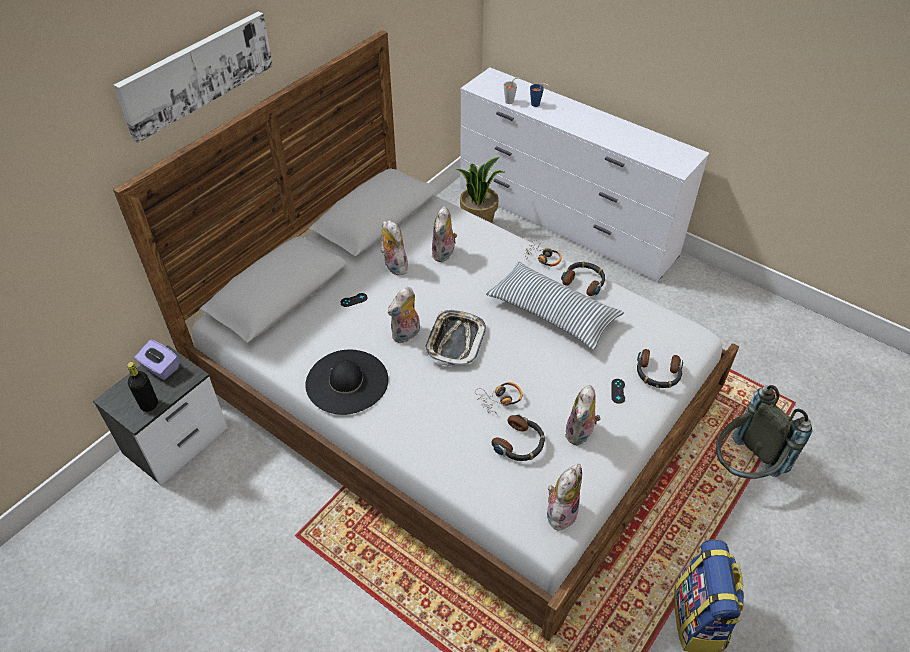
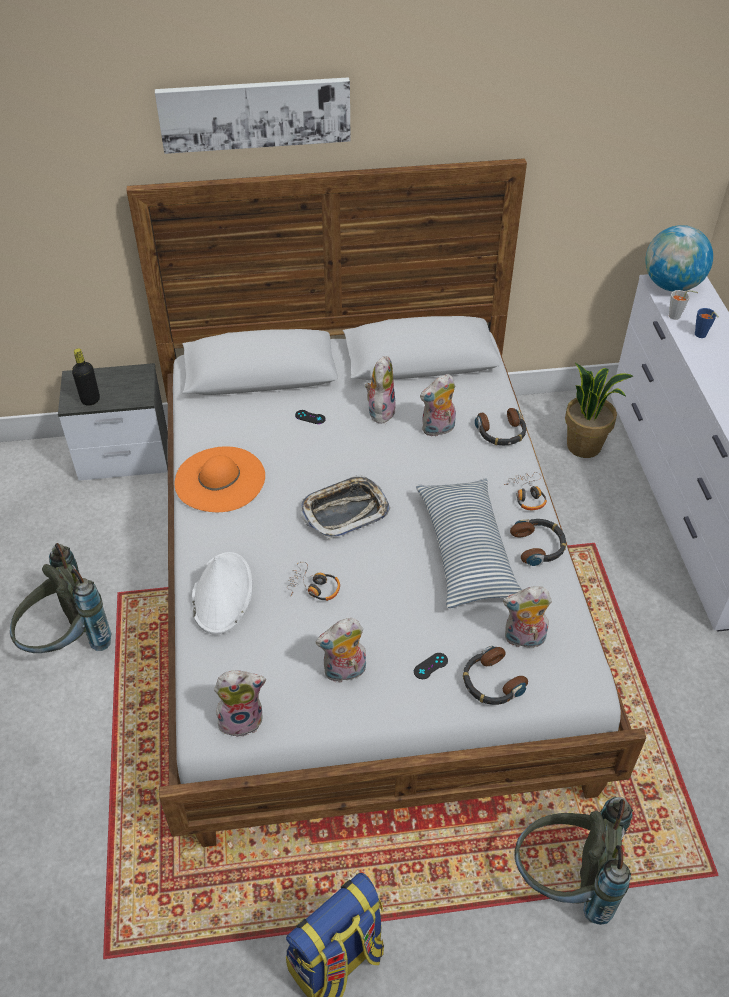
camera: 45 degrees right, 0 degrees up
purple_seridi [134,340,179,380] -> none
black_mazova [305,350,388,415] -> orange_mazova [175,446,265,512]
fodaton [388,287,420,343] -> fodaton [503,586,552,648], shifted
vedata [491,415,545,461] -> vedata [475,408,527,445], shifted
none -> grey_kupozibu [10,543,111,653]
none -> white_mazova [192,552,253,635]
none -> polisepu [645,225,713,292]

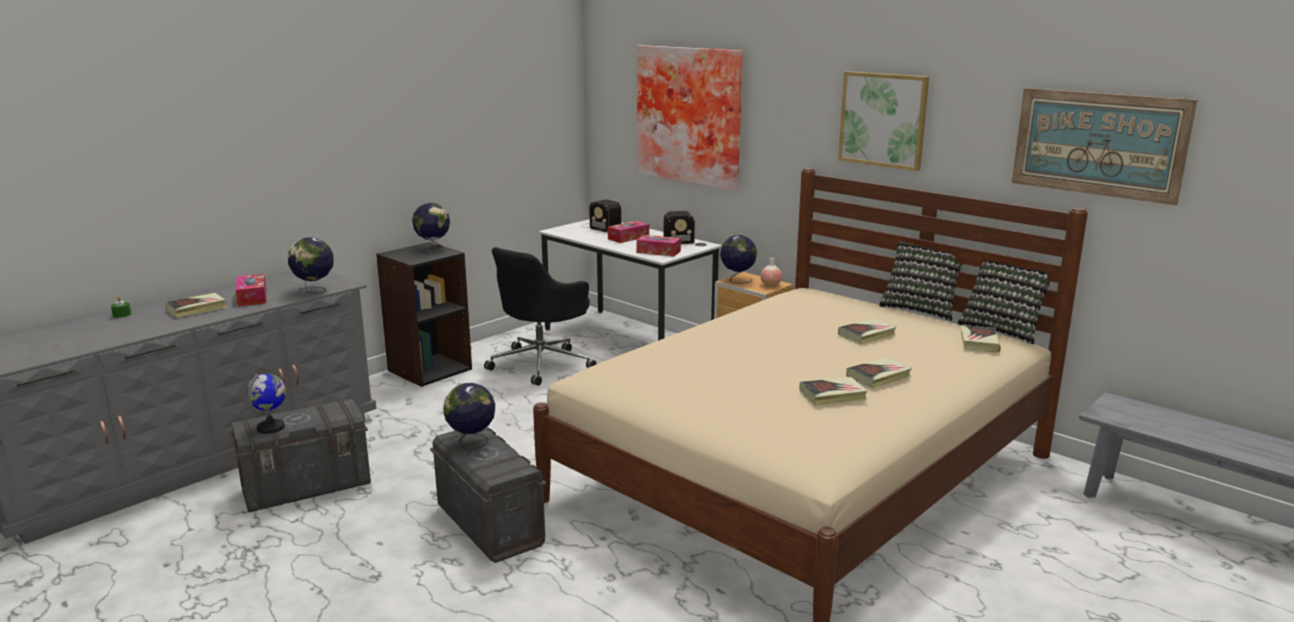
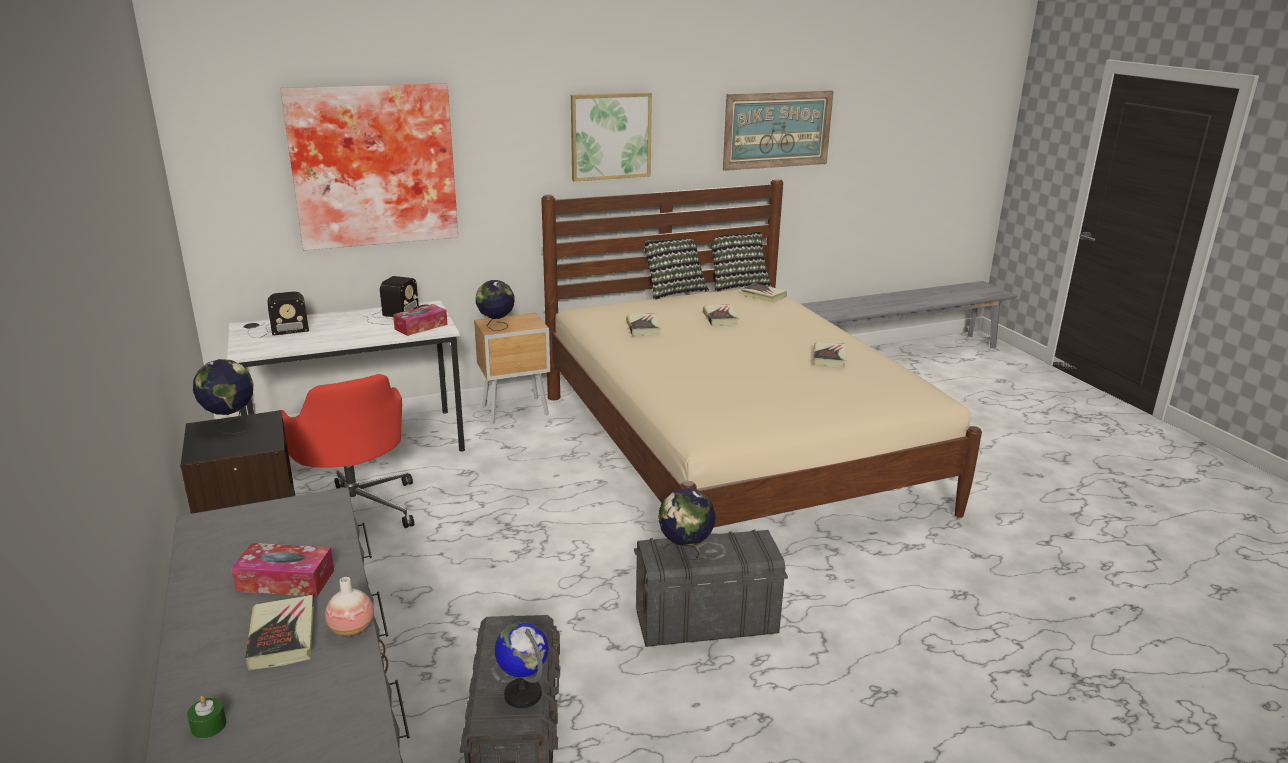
camera: 65 degrees left, 5 degrees up
polisepu [288,237,334,294] -> none
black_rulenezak [484,247,597,386] -> red_rulenezak [277,374,414,528]
seridi [608,221,649,243] -> none
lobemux [760,258,782,287] -> lobemux [325,577,374,636], shifted
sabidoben [846,358,912,388] -> sabidoben [626,313,661,336], shifted

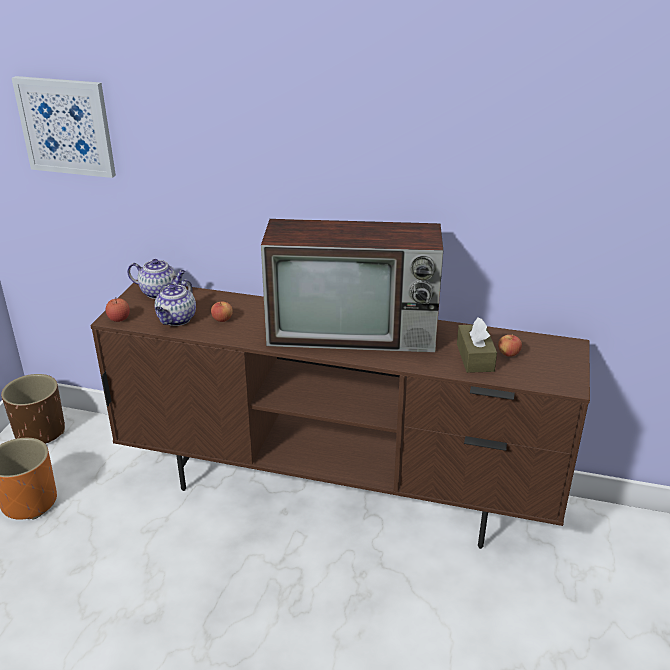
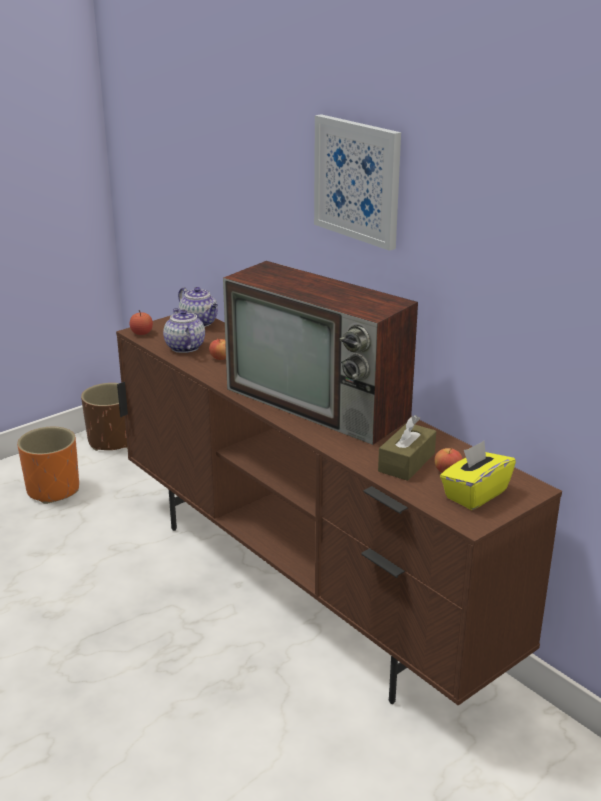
camera: 35 degrees right, 5 degrees down
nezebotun [12,76,116,178] -> nezebotun [314,114,401,251], shifted
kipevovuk [154,279,196,326] -> kipevovuk [163,308,205,353], 105 degrees clockwise
none -> yellow_seridi [440,441,516,510]

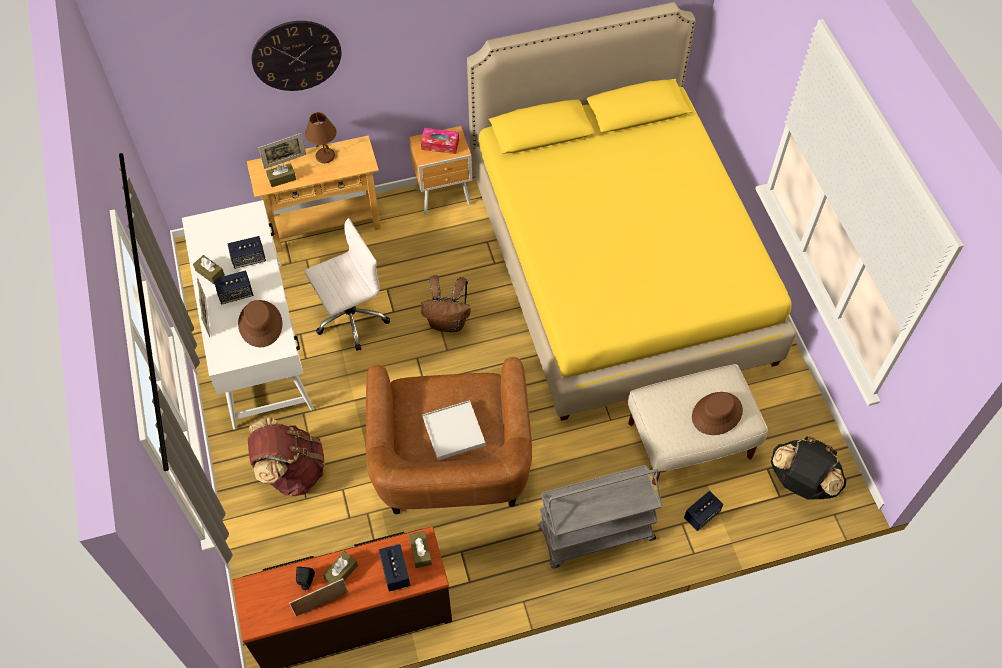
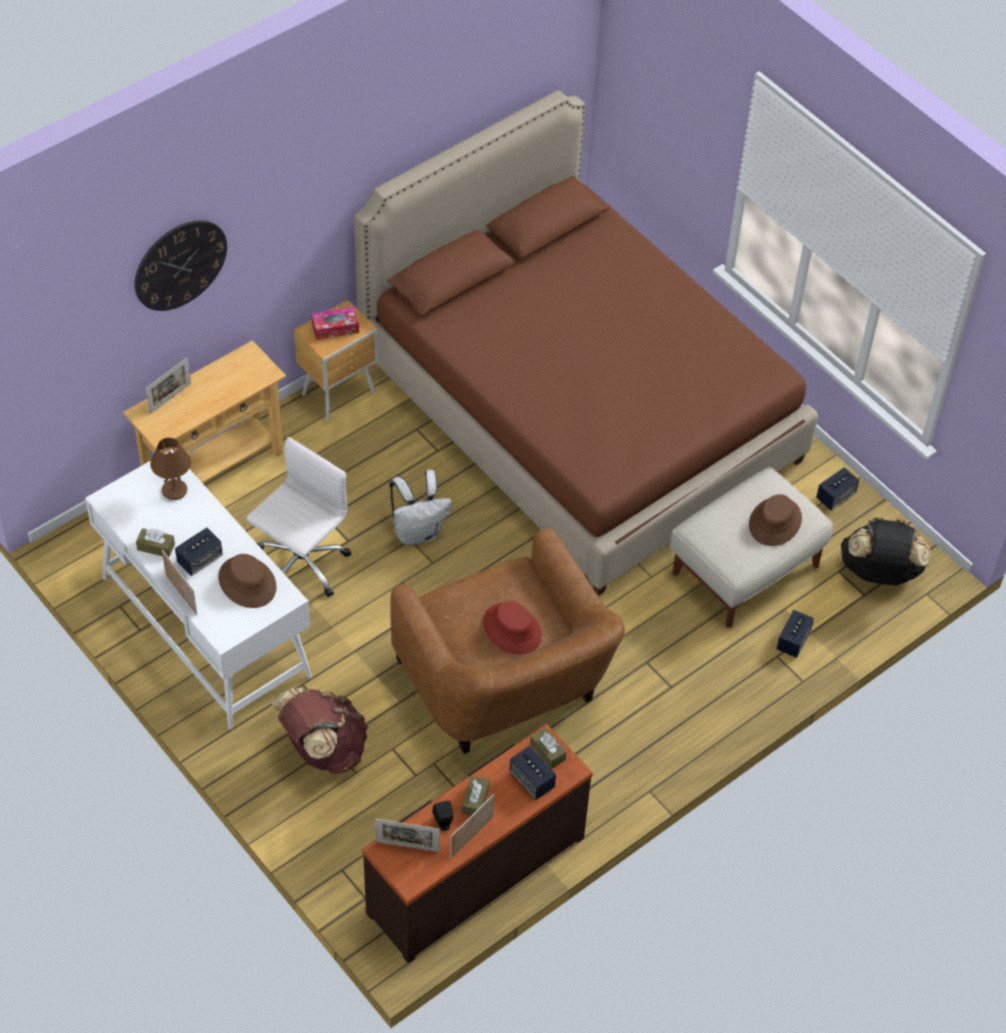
camera: 25 degrees left, 5 degrees down
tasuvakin [228,236,266,269] -> tasuvakin [816,467,859,510], shifted
brown_seridi [266,163,296,187] -> none
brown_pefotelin [305,112,336,163] -> brown_pefotelin [150,438,191,500], shifted
brown_kupozibu [421,275,471,332] -> white_kupozibu [389,470,452,545]
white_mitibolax [423,400,486,460] -> red_mazova [483,601,542,655]
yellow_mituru [467,2,796,421] -> brown_mituru [354,90,818,596]
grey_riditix [538,465,662,568] -> none
none -> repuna [375,819,439,852]

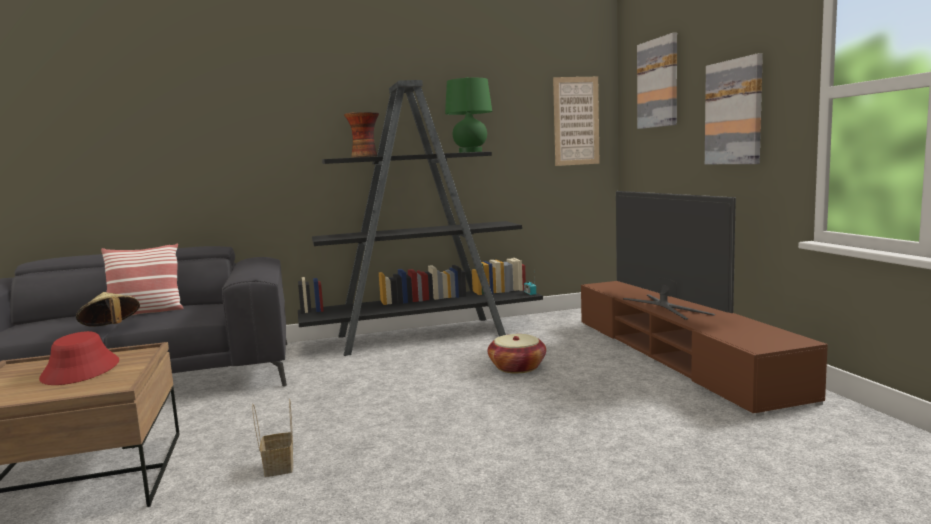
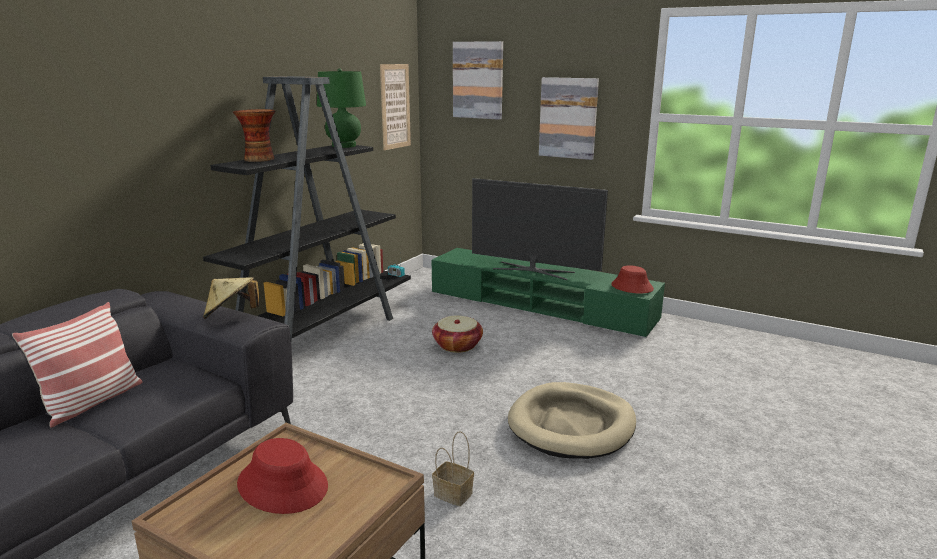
camera: 45 degrees left, 10 degrees up
beige_mazova [76,292,140,327] -> beige_mazova [203,277,259,319], shifted
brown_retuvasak [581,281,828,416] -> green_retuvasak [432,248,665,338]
none -> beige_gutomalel [508,382,636,459]
none -> red_mazova [611,265,654,293]

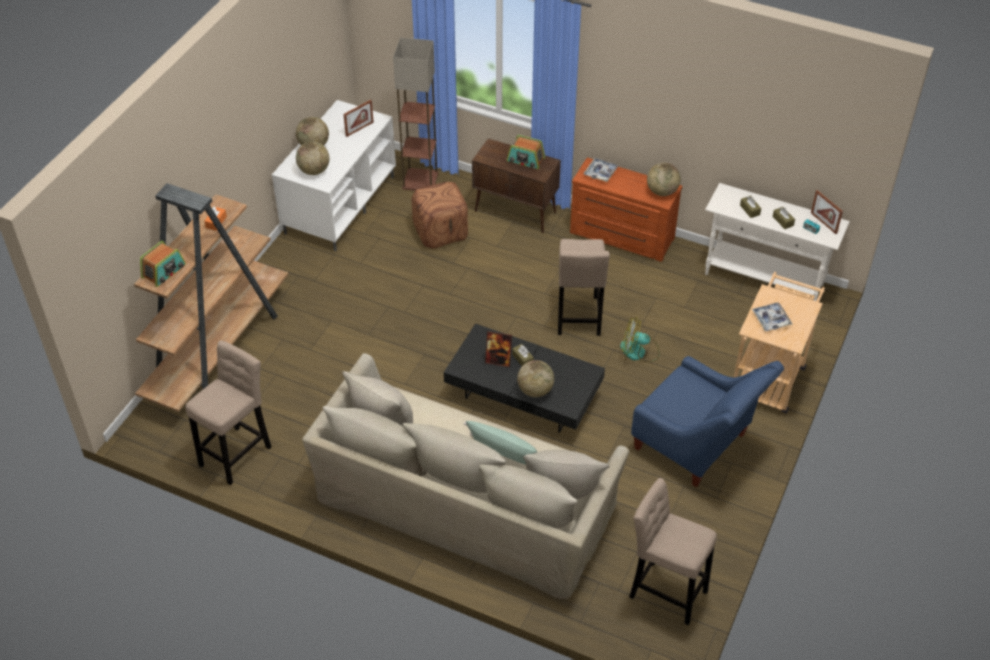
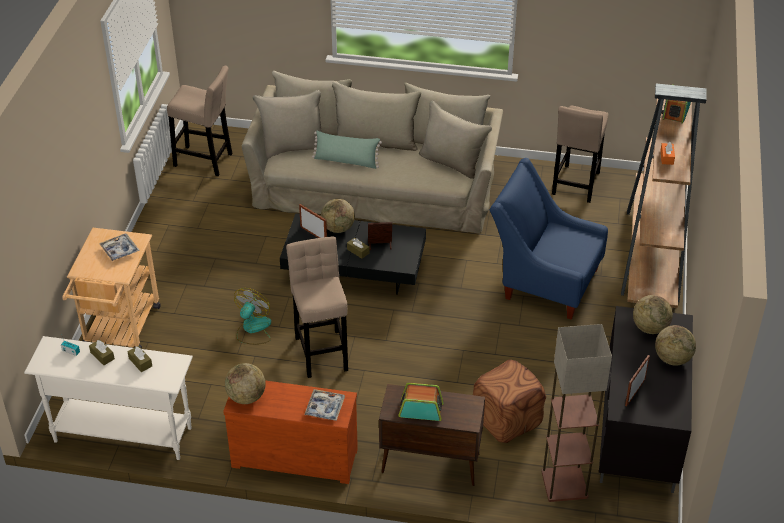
camera: 165 degrees right, 5 degrees down
white_retuvasak [272,100,396,251] -> black_retuvasak [599,306,693,493]
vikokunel [620,317,659,362] -> vikokunel [234,288,271,345], 60 degrees counterclockwise
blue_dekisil [631,356,784,487] -> blue_dekisil [489,158,608,320], shifted
repuna [811,190,843,234] -> repuna [299,204,327,238], shifted

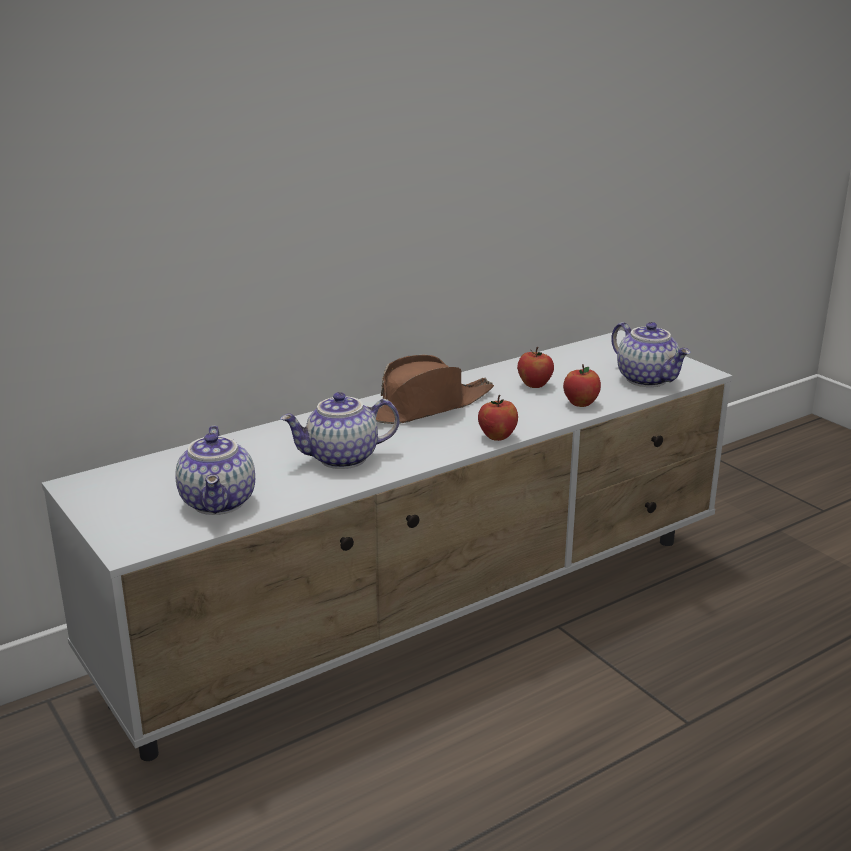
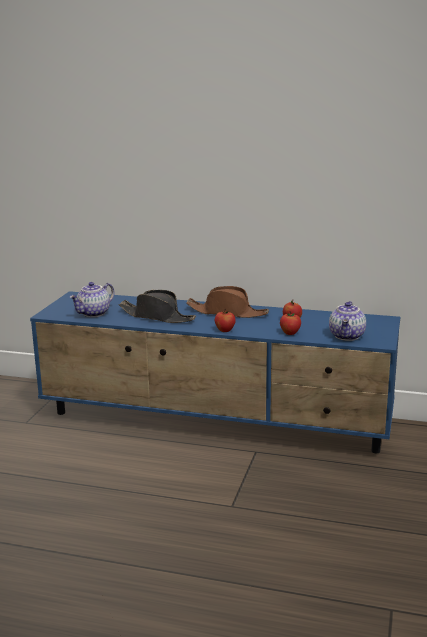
camera: 50 degrees right, 5 degrees down
white_retuvasak [42,330,733,761] -> blue_retuvasak [30,291,400,453]
kipevovuk [280,392,399,469] -> black_mazova [119,290,196,323]

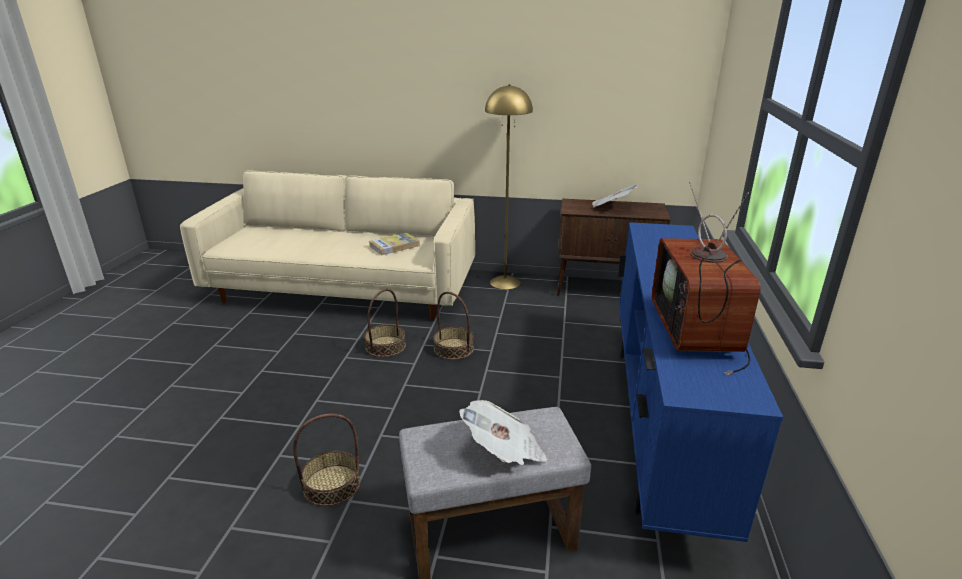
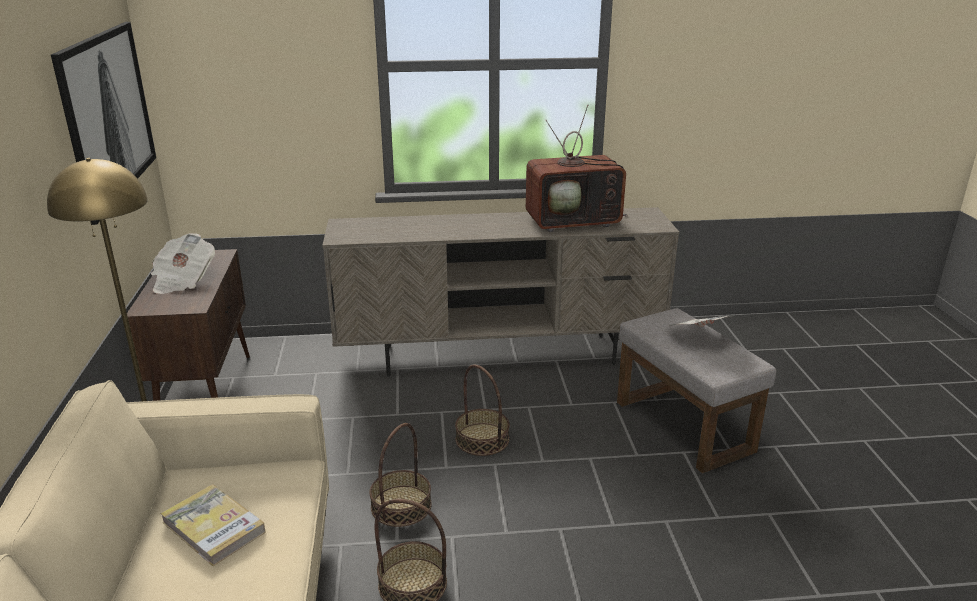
camera: 105 degrees left, 0 degrees up
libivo [293,413,360,506] -> libivo [455,365,510,456], shifted
blue_retuvasak [618,222,783,542] -> beige_retuvasak [322,207,679,377]
none -> nezebotun [51,22,156,225]

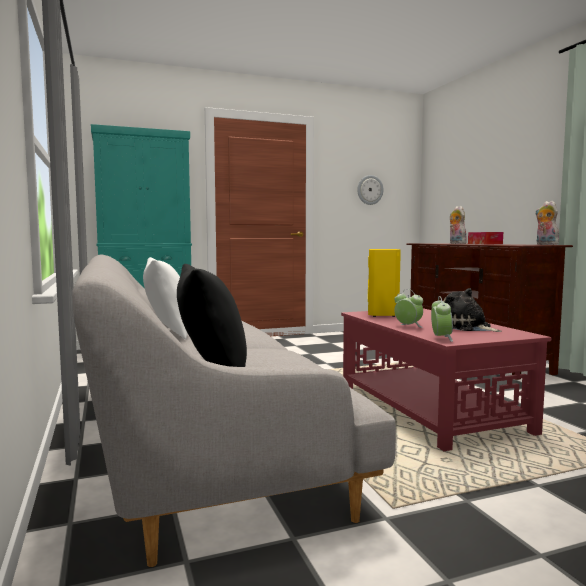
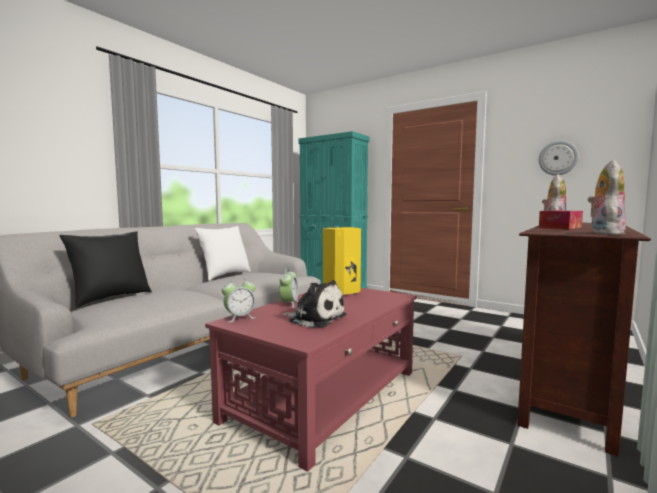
camera: 55 degrees right, 0 degrees up
fodaton [443,288,502,332] -> fodaton [281,280,346,327], 105 degrees clockwise

